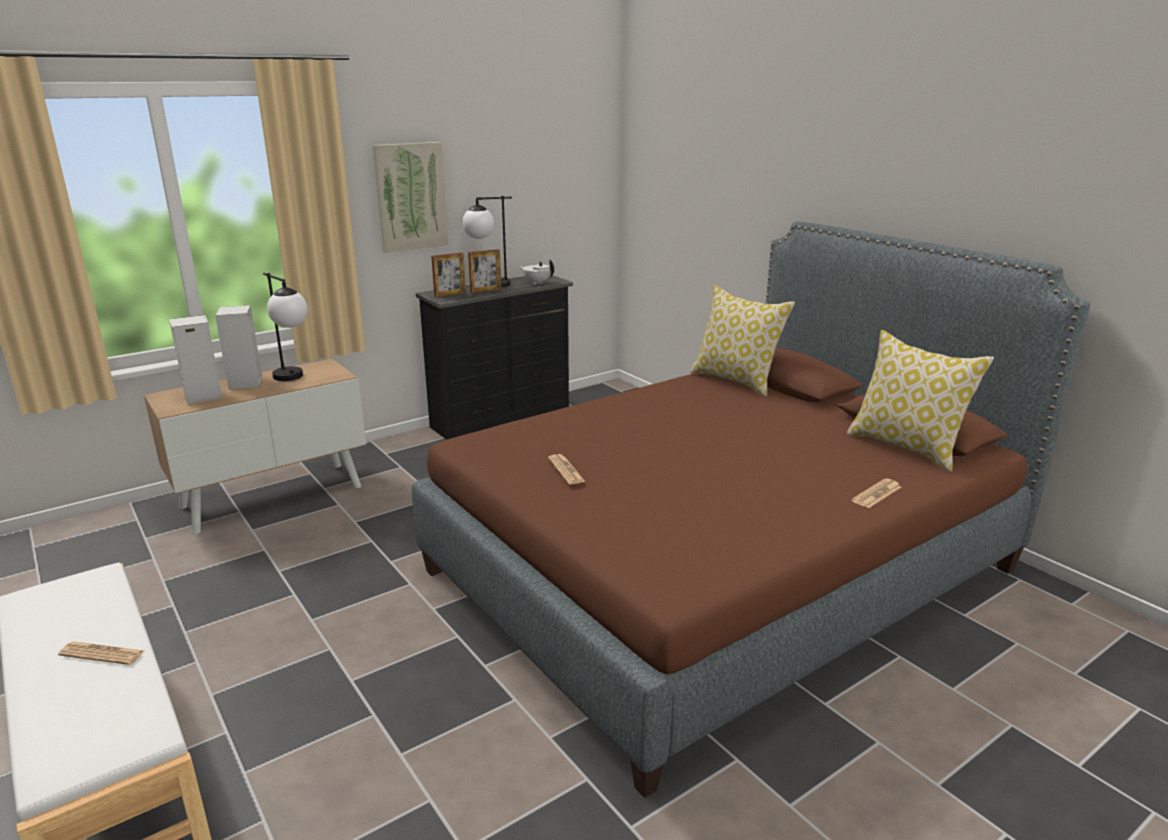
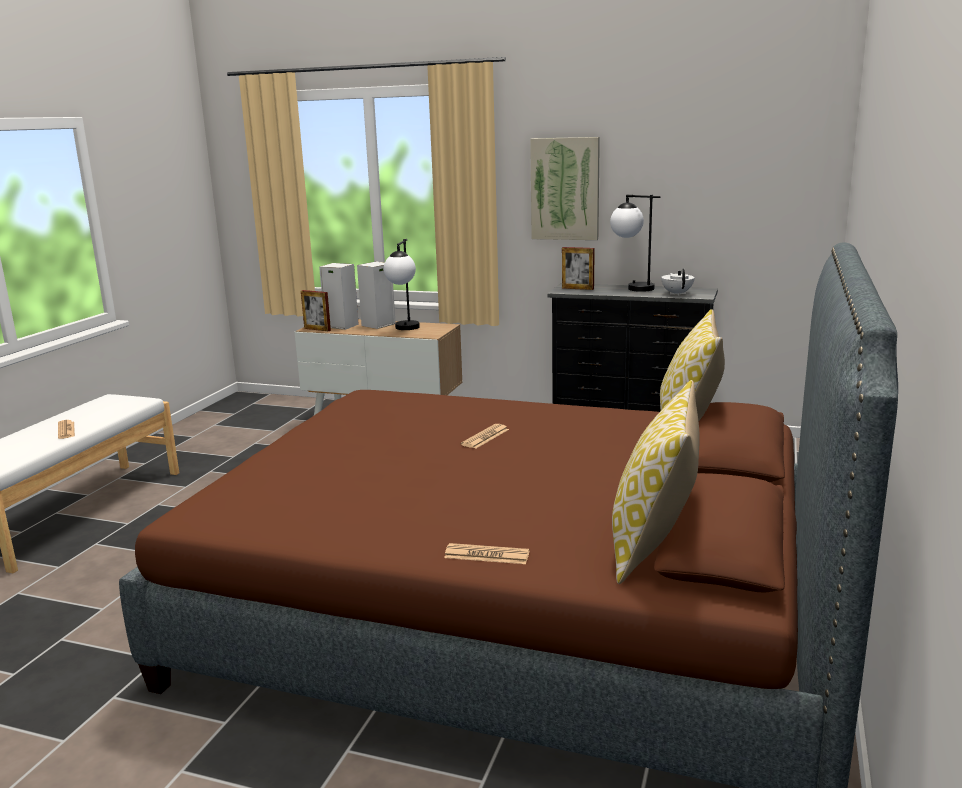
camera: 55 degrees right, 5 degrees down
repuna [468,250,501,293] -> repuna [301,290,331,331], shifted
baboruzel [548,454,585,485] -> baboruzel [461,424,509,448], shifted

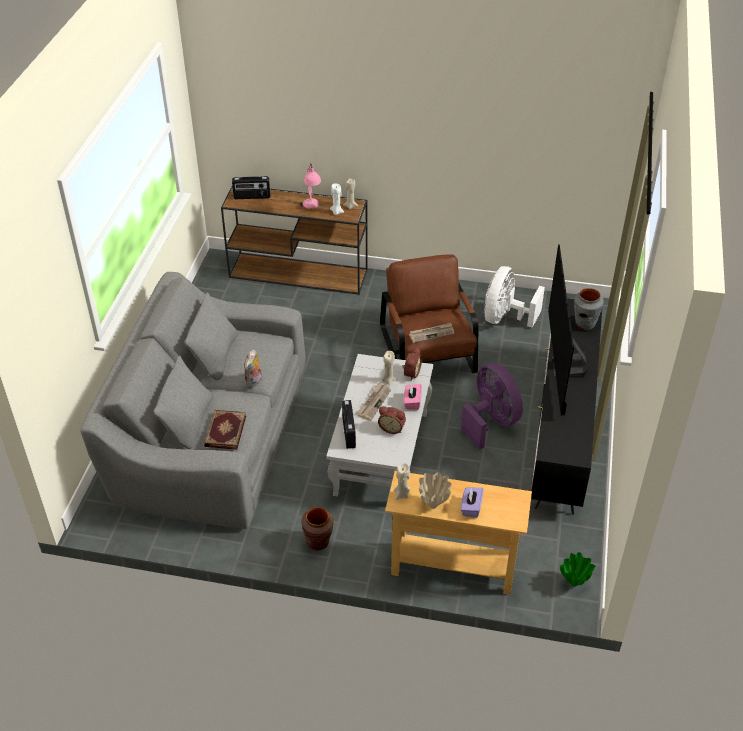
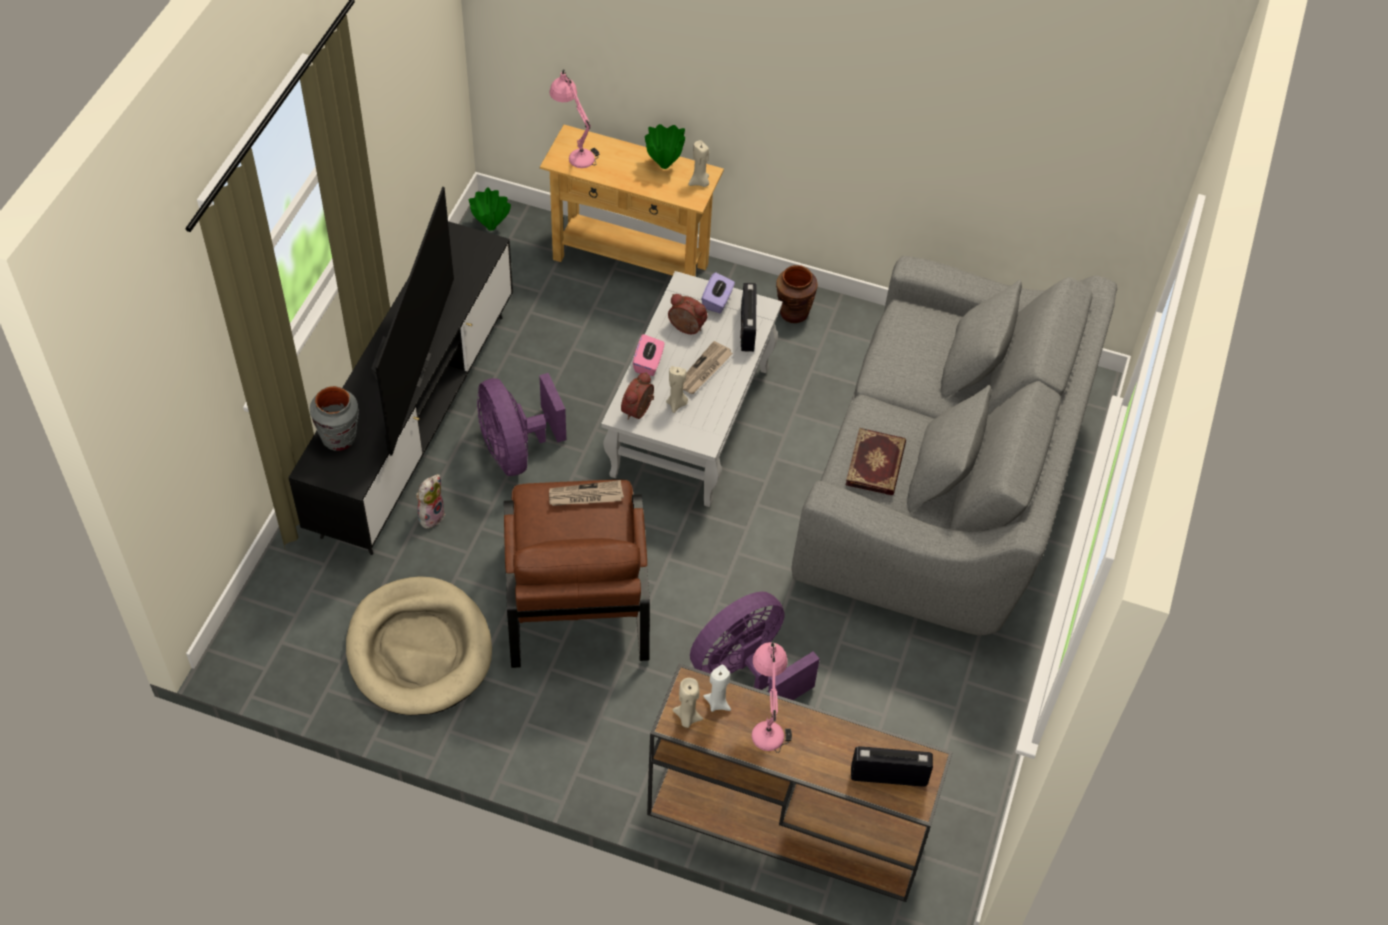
camera: 175 degrees left, 10 degrees up
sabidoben [204,410,246,450] -> sabidoben [846,428,906,495], shifted
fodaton [244,349,262,388] -> fodaton [416,474,445,529], shifted
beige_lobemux [419,472,452,509] -> green_lobemux [645,124,685,169]
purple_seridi [461,488,484,518] -> purple_seridi [701,272,735,313], shifted
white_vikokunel [484,266,545,328] -> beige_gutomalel [346,576,492,715]
none -> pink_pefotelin [550,69,600,168]
none -> purple_vikokunel [690,592,820,700]

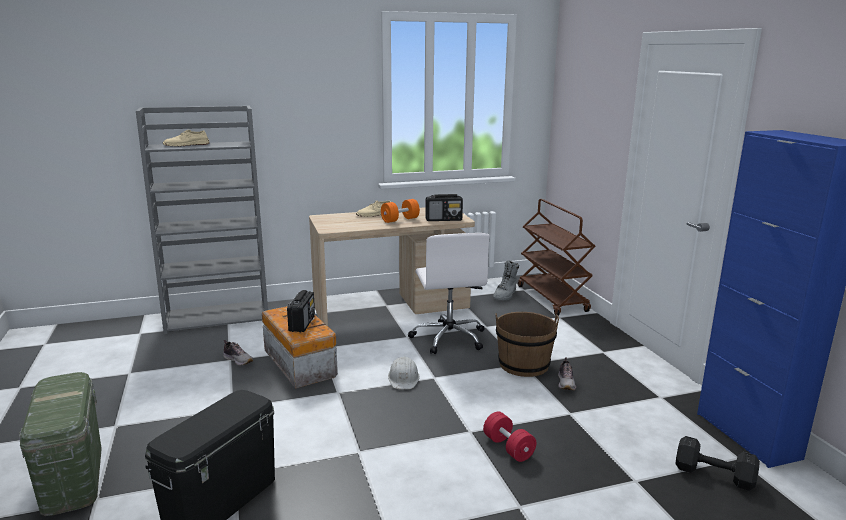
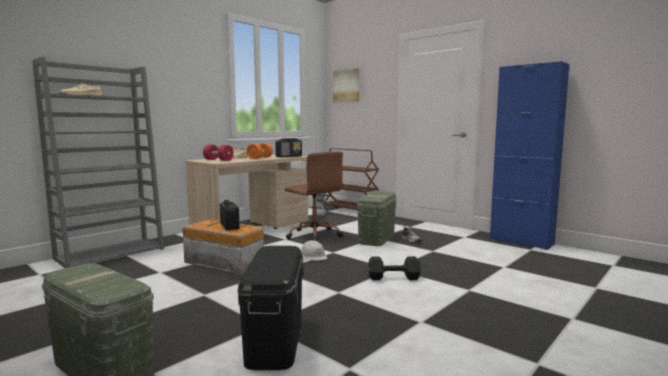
camera: 30 degrees left, 10 degrees down
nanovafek [223,340,253,366] -> none
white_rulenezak [408,233,490,354] -> brown_rulenezak [285,152,343,241]
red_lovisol [483,412,536,462] -> red_lovisol [203,145,234,161], shifted
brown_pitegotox [495,312,559,377] -> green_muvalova [357,191,397,246]
black_lovisol [676,436,760,491] -> black_lovisol [368,256,421,280], shifted
none -> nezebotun [333,68,359,103]

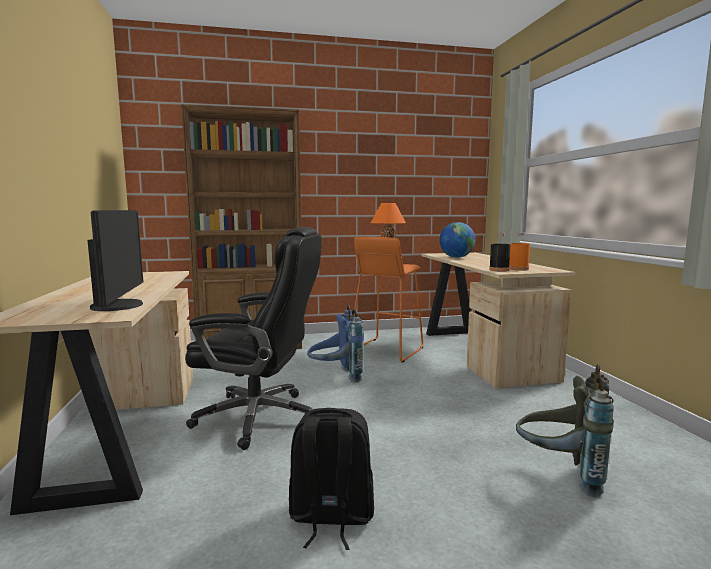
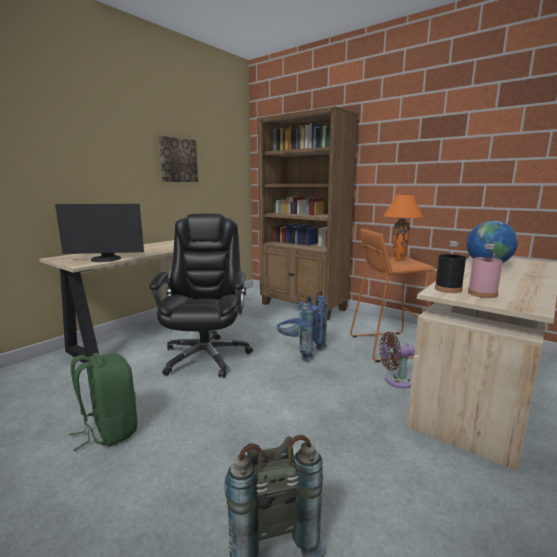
camera: 50 degrees right, 5 degrees up
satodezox [87,210,143,311] -> satodezox [55,204,144,262], 45 degrees clockwise
black_rulenezak [185,227,322,450] -> black_rulenezak [149,213,253,378], 150 degrees counterclockwise
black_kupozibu [289,408,374,550] -> green_kupozibu [69,353,137,451]
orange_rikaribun [509,232,530,271] -> pink_rikaribun [468,244,503,298]
none -> nezebotun [159,136,198,182]
none -> brown_vikokunel [380,332,415,388]

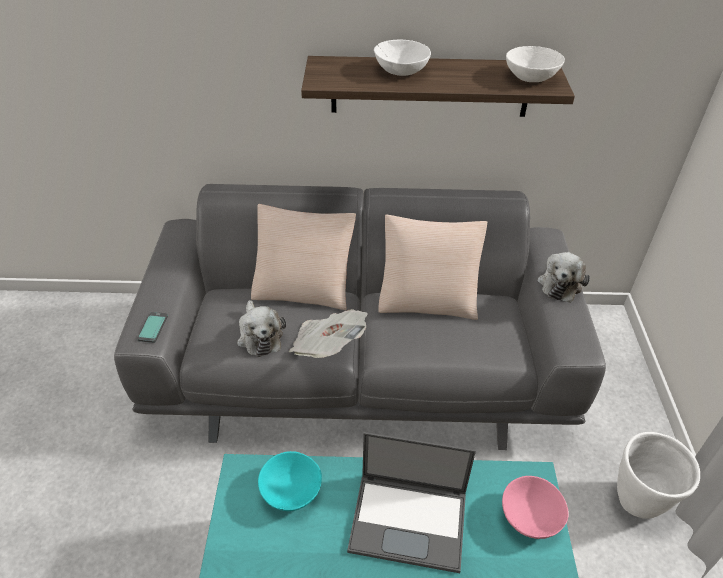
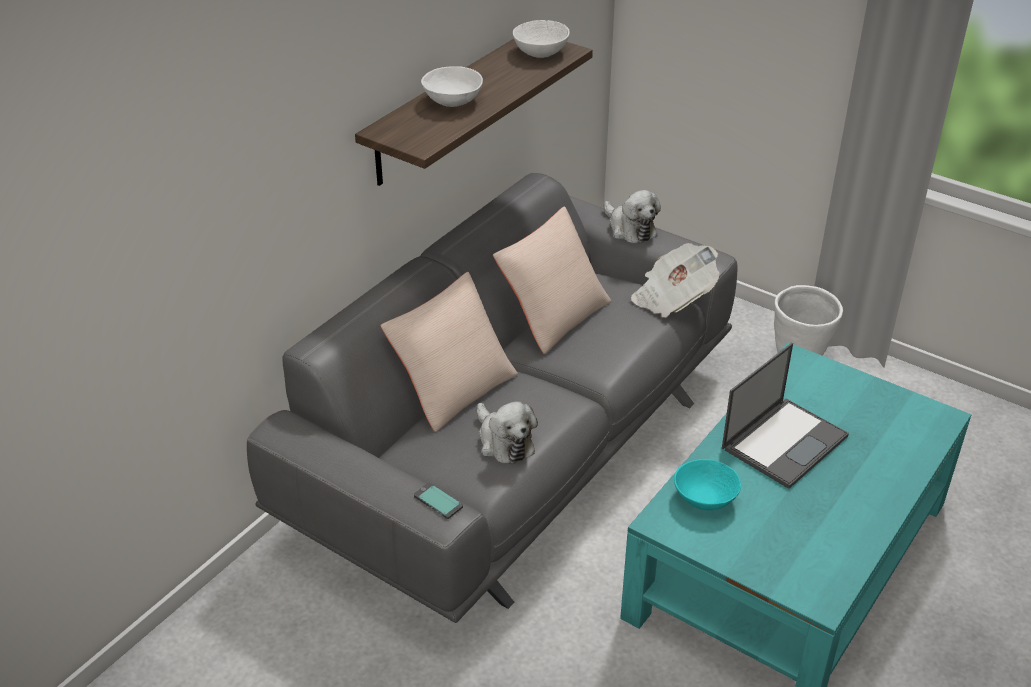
camera: 55 degrees left, 5 degrees down
fodaton [237,300,286,357] -> fodaton [477,401,538,464], 45 degrees clockwise
baboruzel [289,309,367,358] -> baboruzel [631,243,720,318], shifted
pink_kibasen [502,476,569,539] -> none

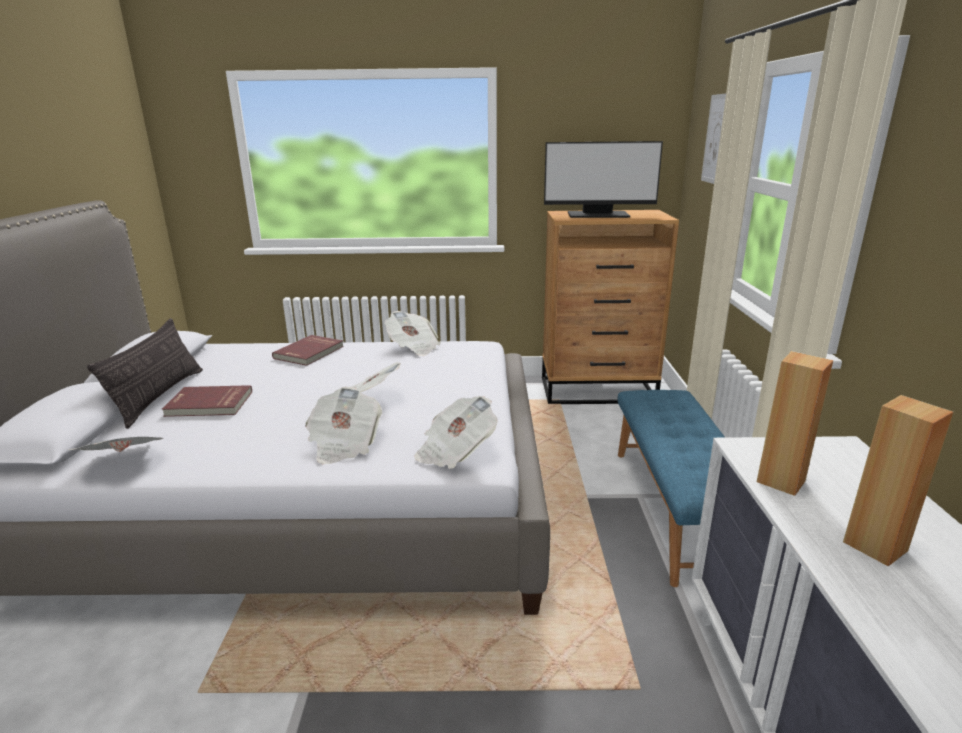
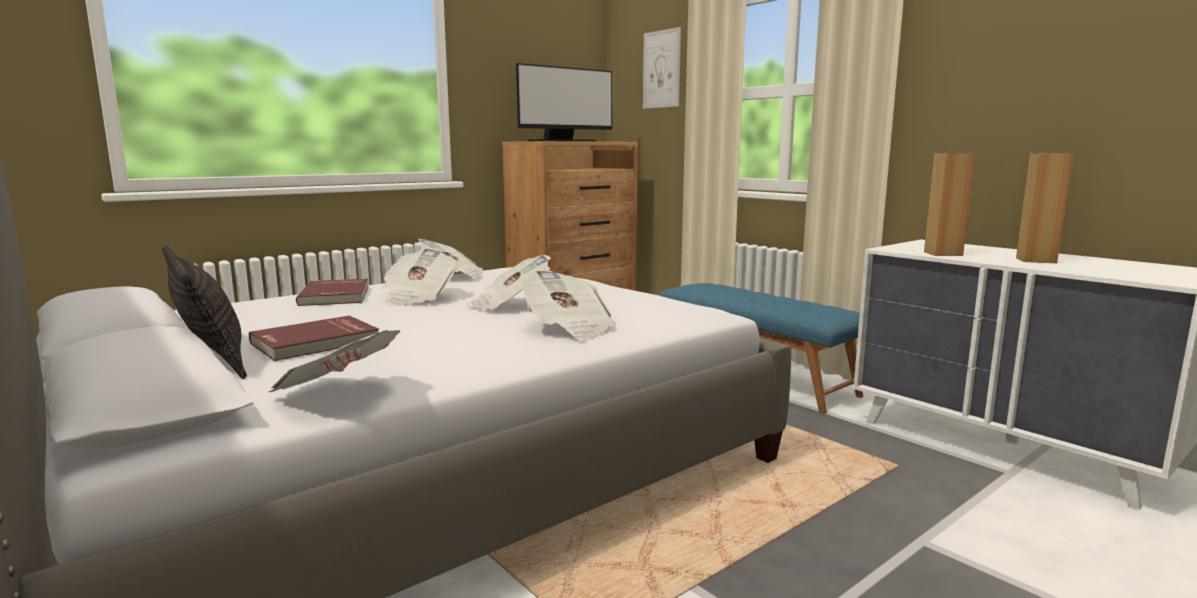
camera: 40 degrees left, 10 degrees down
baboruzel [414,396,498,469] -> baboruzel [382,248,458,306], shifted

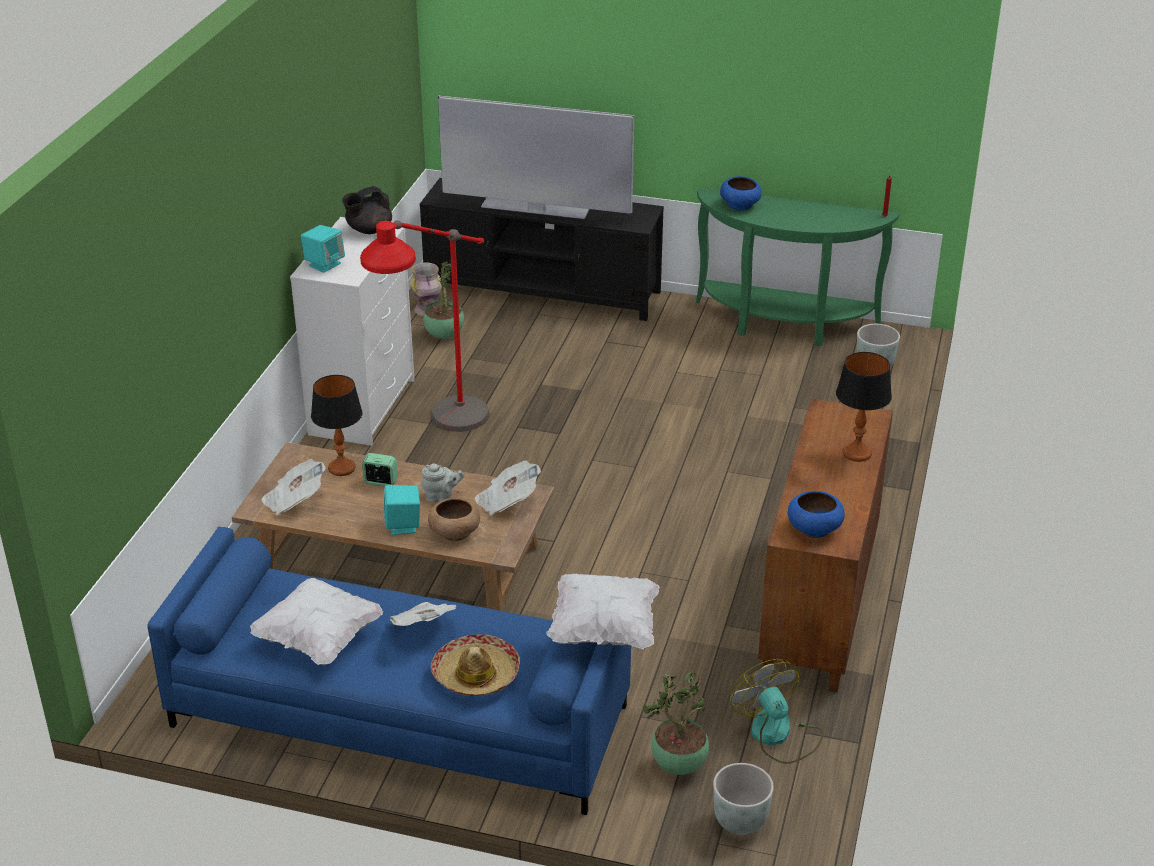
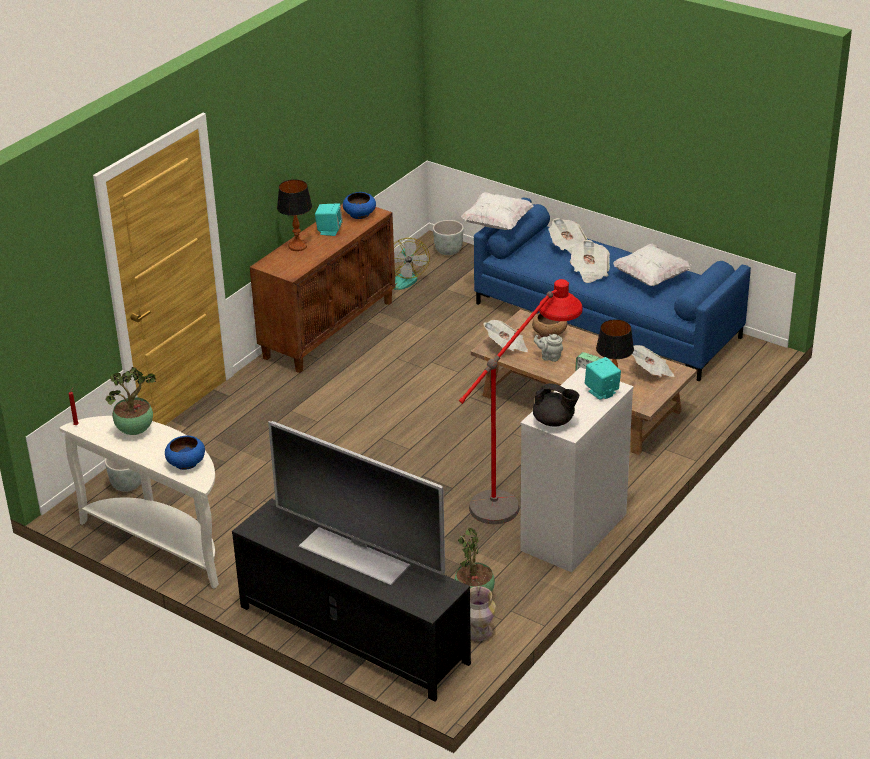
camera: 160 degrees left, 0 degrees up
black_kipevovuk [342,186,392,234] -> black_kipevovuk [533,383,579,427], 45 degrees clockwise
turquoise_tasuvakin [383,485,420,535] -> turquoise_tasuvakin [315,204,343,236], shifted
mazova [431,634,520,696] -> baboruzel [548,218,587,254]
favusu [643,671,709,775] -> favusu [105,367,156,435], shifted
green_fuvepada [696,188,899,346] -> white_fuvepada [59,416,219,588]

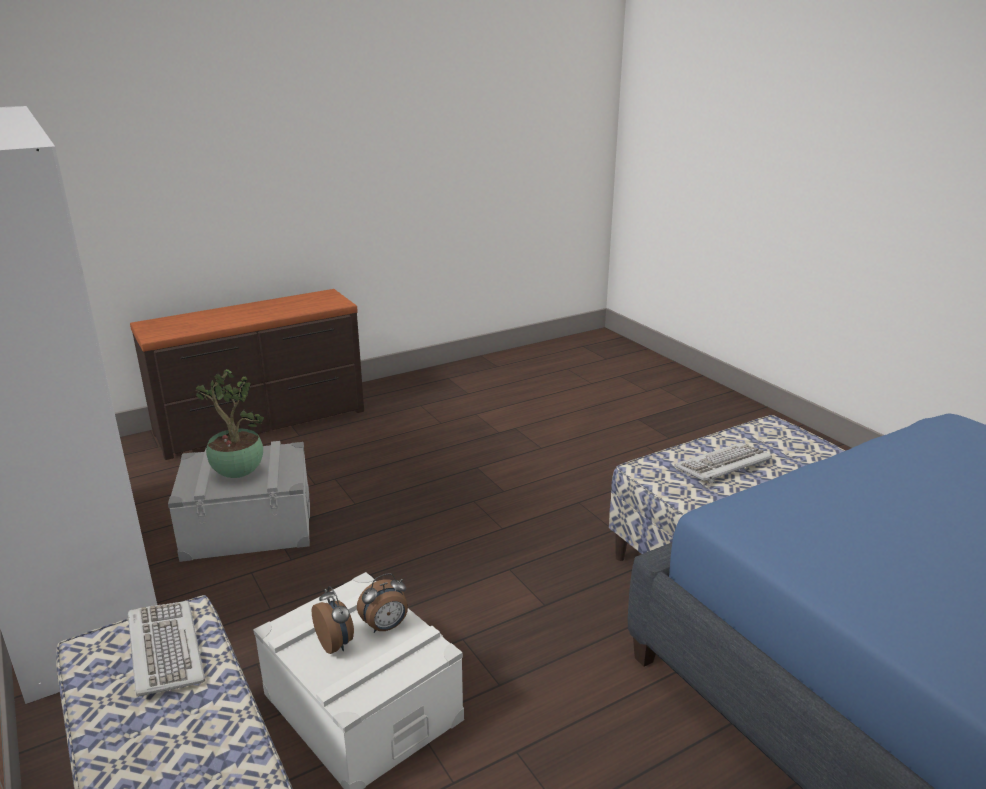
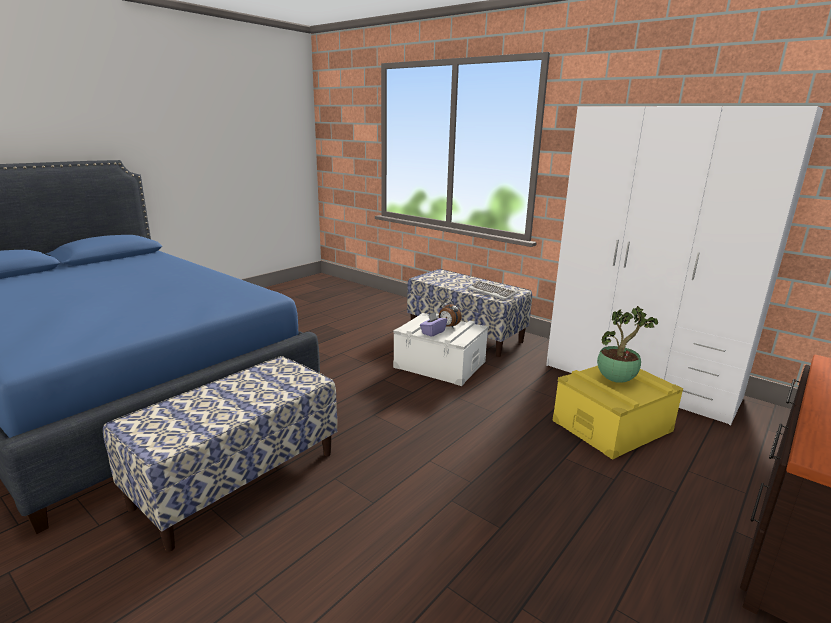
camera: 160 degrees right, 5 degrees down
grey_muvalova [168,441,310,562] -> yellow_muvalova [552,366,683,460]
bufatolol [357,573,408,633] -> purple_seridi [420,312,447,337]
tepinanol [674,443,772,484] -> none

